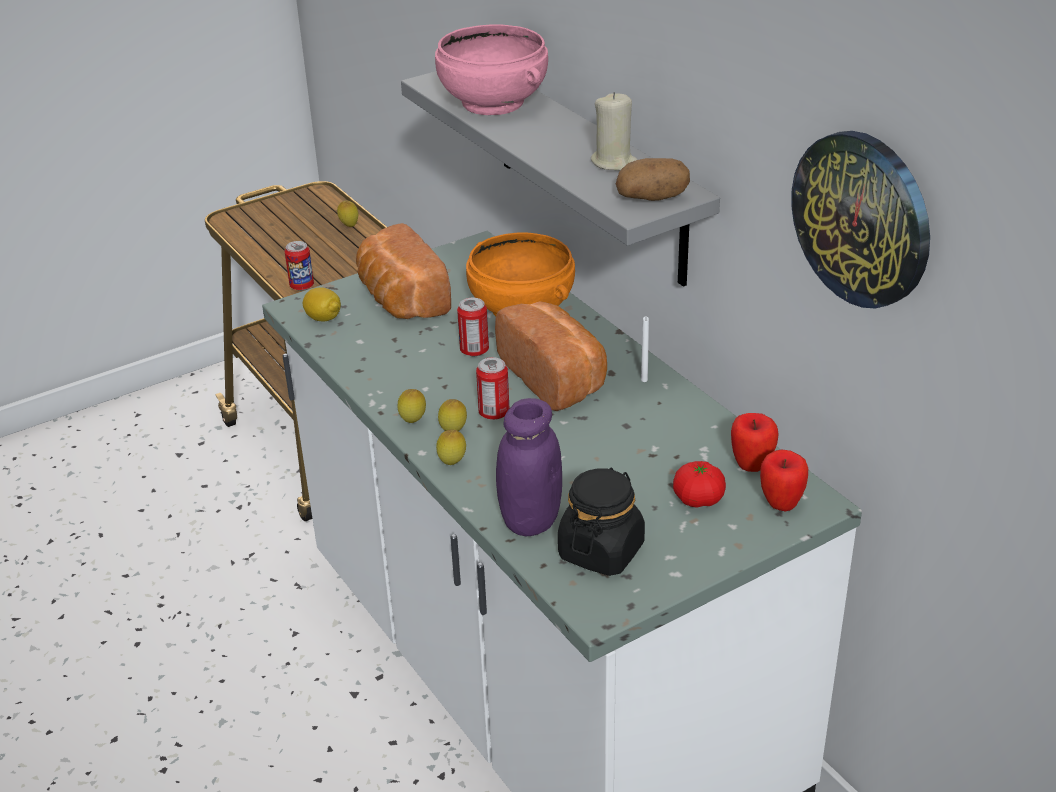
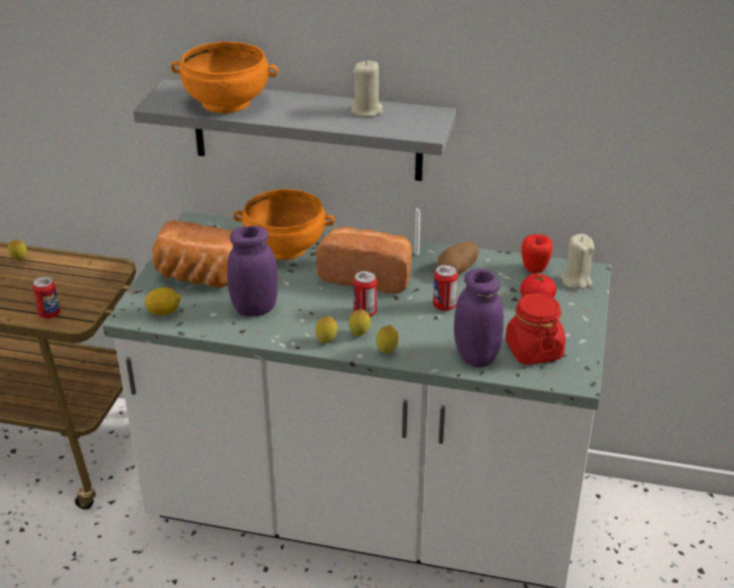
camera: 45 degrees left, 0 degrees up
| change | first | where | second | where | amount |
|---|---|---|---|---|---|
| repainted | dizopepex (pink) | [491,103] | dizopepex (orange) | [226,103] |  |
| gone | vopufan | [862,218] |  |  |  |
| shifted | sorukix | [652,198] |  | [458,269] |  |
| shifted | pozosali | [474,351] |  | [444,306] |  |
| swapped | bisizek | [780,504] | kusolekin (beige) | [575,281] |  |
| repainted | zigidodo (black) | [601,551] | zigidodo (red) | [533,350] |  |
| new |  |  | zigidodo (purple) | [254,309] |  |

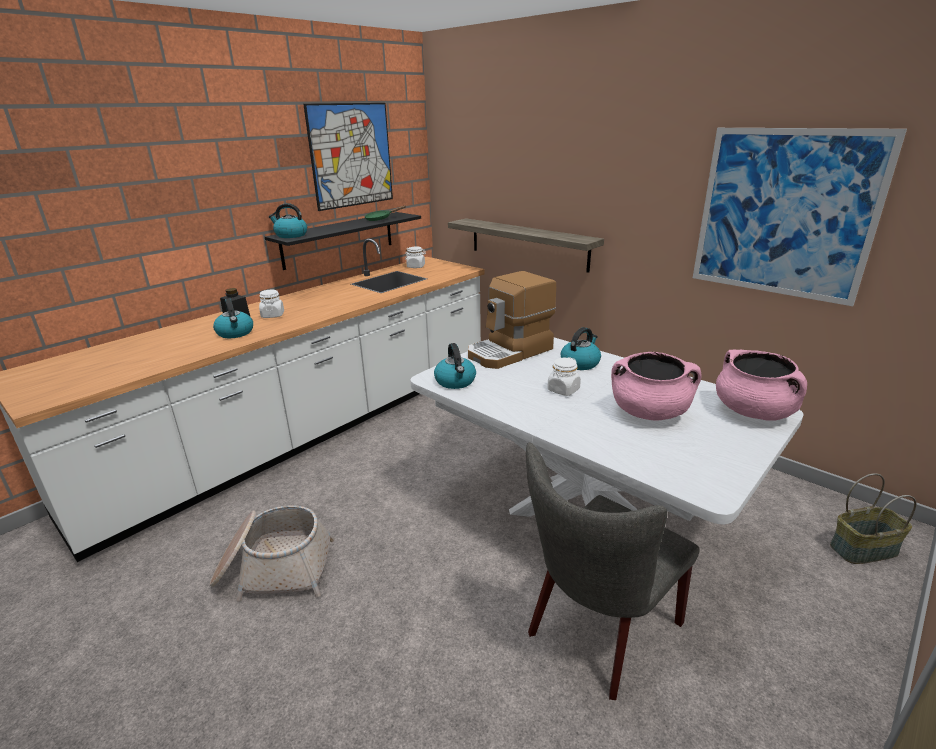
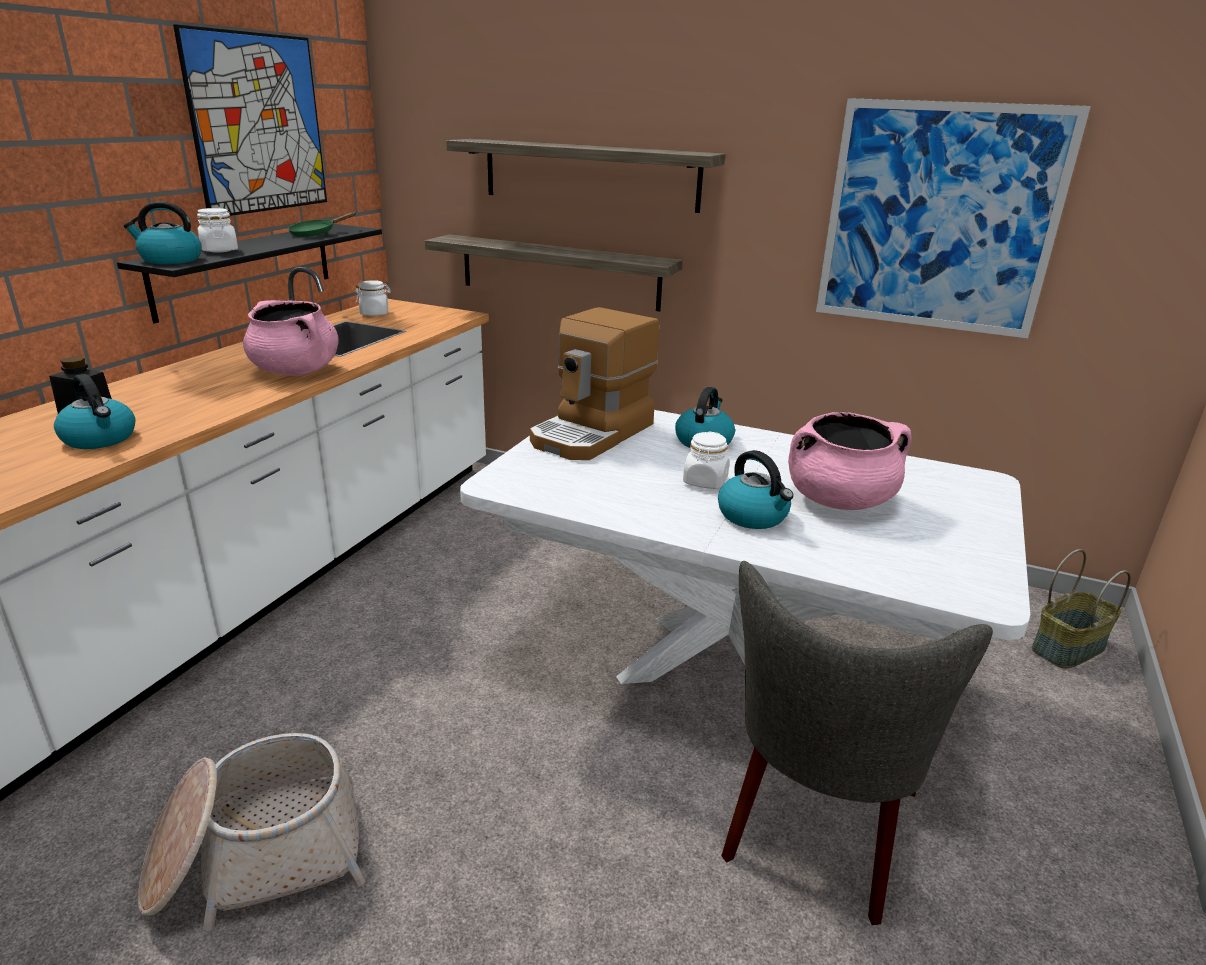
camera: 20 degrees left, 0 degrees up
| change | first | where | second | where | amount |
|---|---|---|---|---|---|
| shifted | zigidodo (white) | [273,315] |  | [219,250] |  |
| shifted | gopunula | [455,381] |  | [753,516] |  |
| shifted | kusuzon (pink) | [753,412] |  | [296,372] |  |
| new |  |  | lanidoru | [589,174] |  |

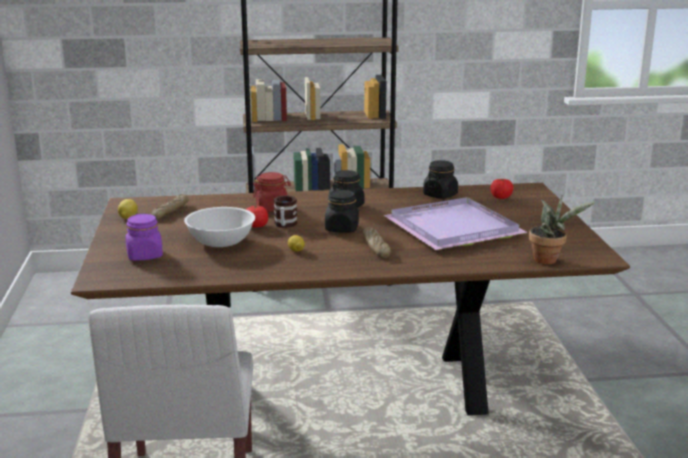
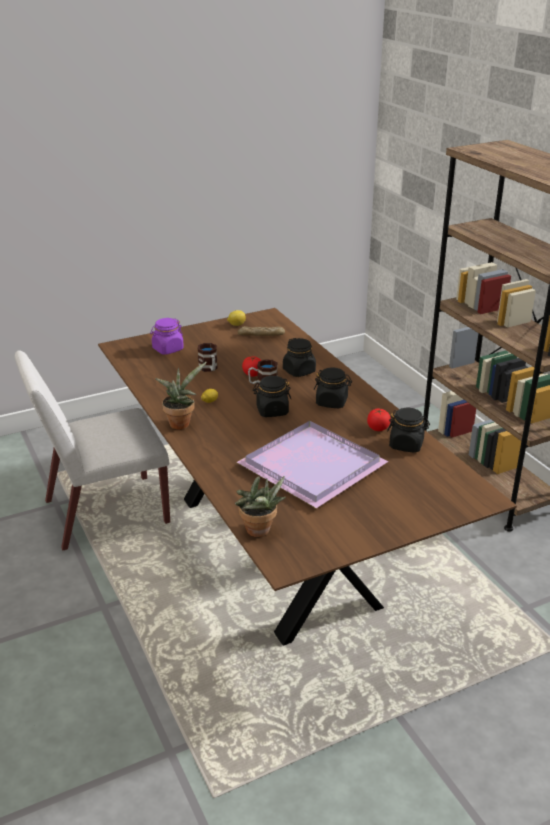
camera: 70 degrees right, 10 degrees up
| change | first | where | second | where | amount |
|---|---|---|---|---|---|
| repainted | zigidodo (red) | [272,208] | zigidodo (black) | [299,371] |  |
| shifted | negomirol | [501,197] |  | [378,428] |  |
| swapped | dizopepex (white) | [221,242] | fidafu | [209,369] |  |
| gone | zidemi | [376,247] |  |  |  |
| new |  |  | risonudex | [181,423] |  |

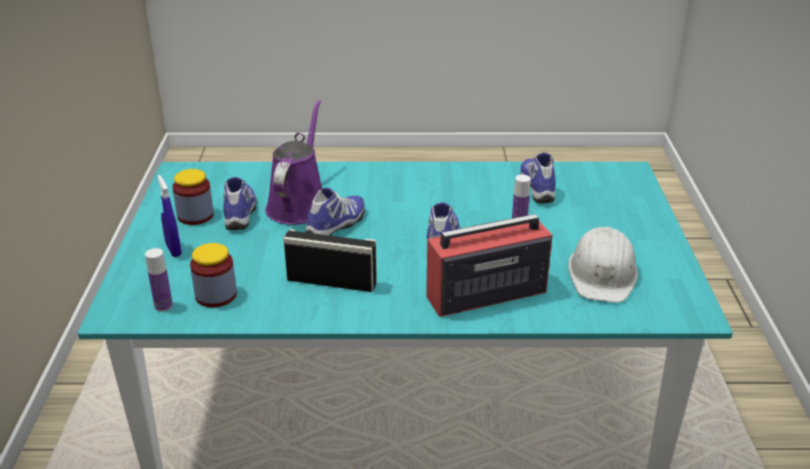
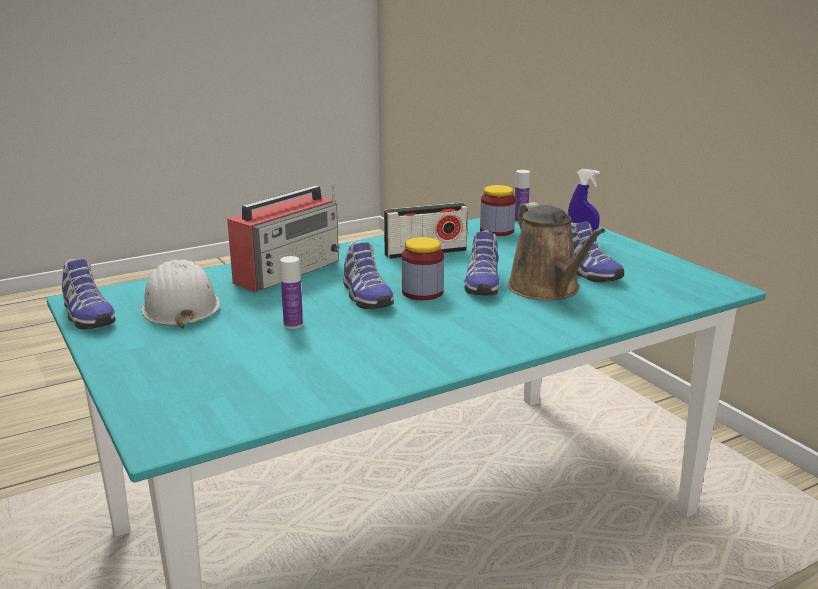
camera: 150 degrees right, 10 degrees down
| change | first | where | second | where | amount |
|---|---|---|---|---|---|
| repainted | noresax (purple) | [299,205] | noresax (brown) | [547,289] |  |
| shifted | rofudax | [539,187] |  | [86,316] |  |
| shifted | zigidodo | [195,216] |  | [422,292] |  |

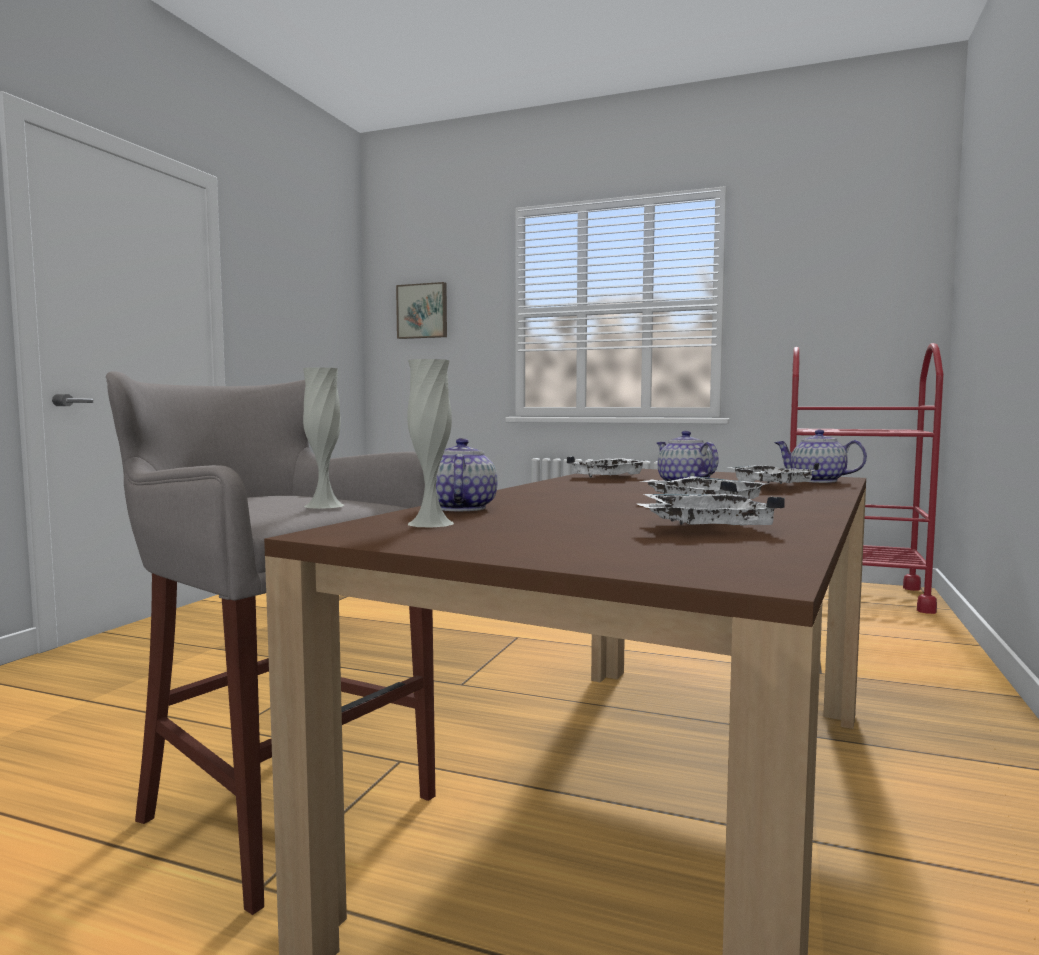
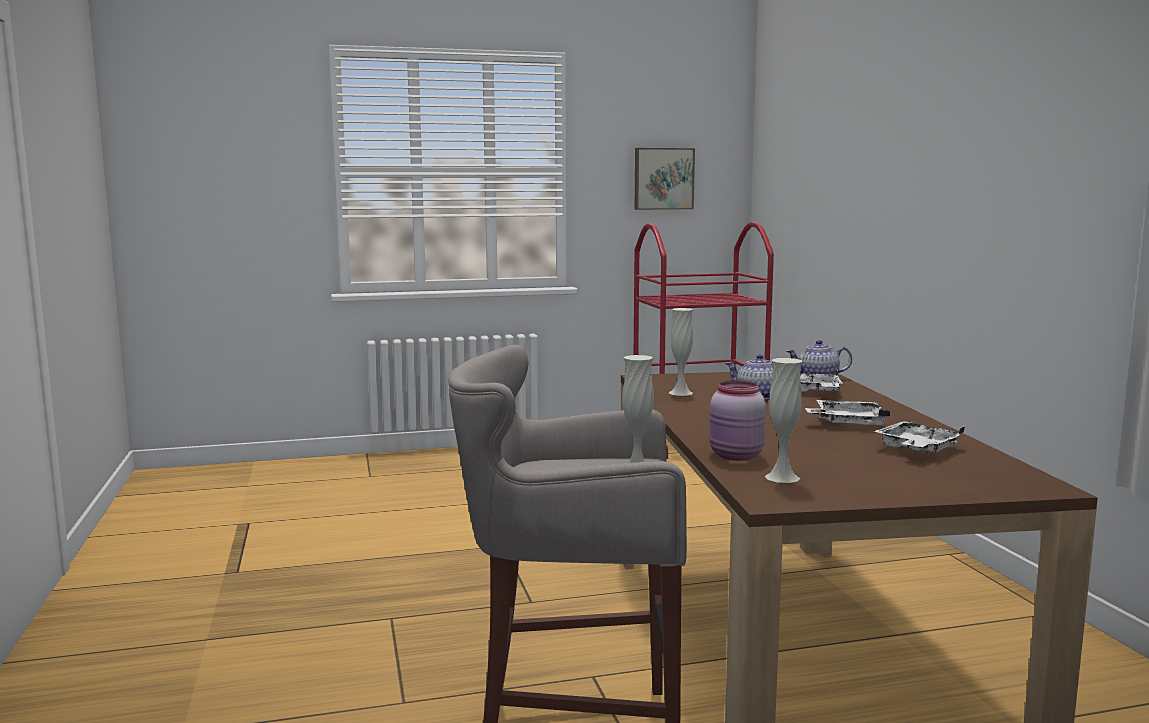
camera: 35 degrees left, 5 degrees up
| change | first | where | second | where | amount |
|---|---|---|---|---|---|
| shifted | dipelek | [423,311] |  | [663,179] |  |
| swapped | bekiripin | [460,508] | zigidodo (pink) | [736,456] |  |
| swapped | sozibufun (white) | [610,477] | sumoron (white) | [680,393] |  |

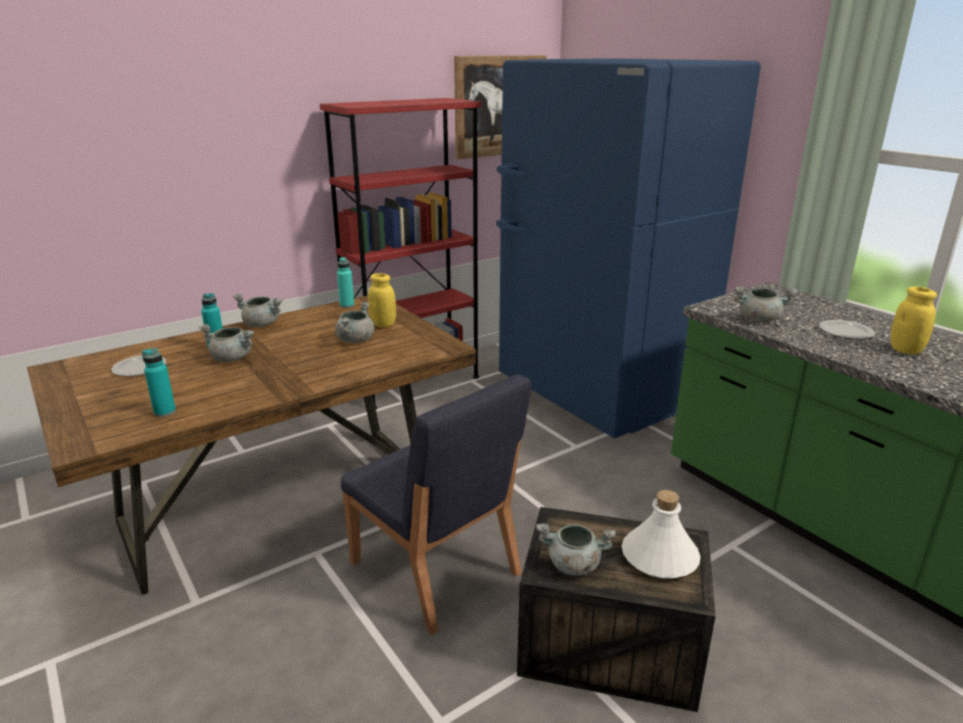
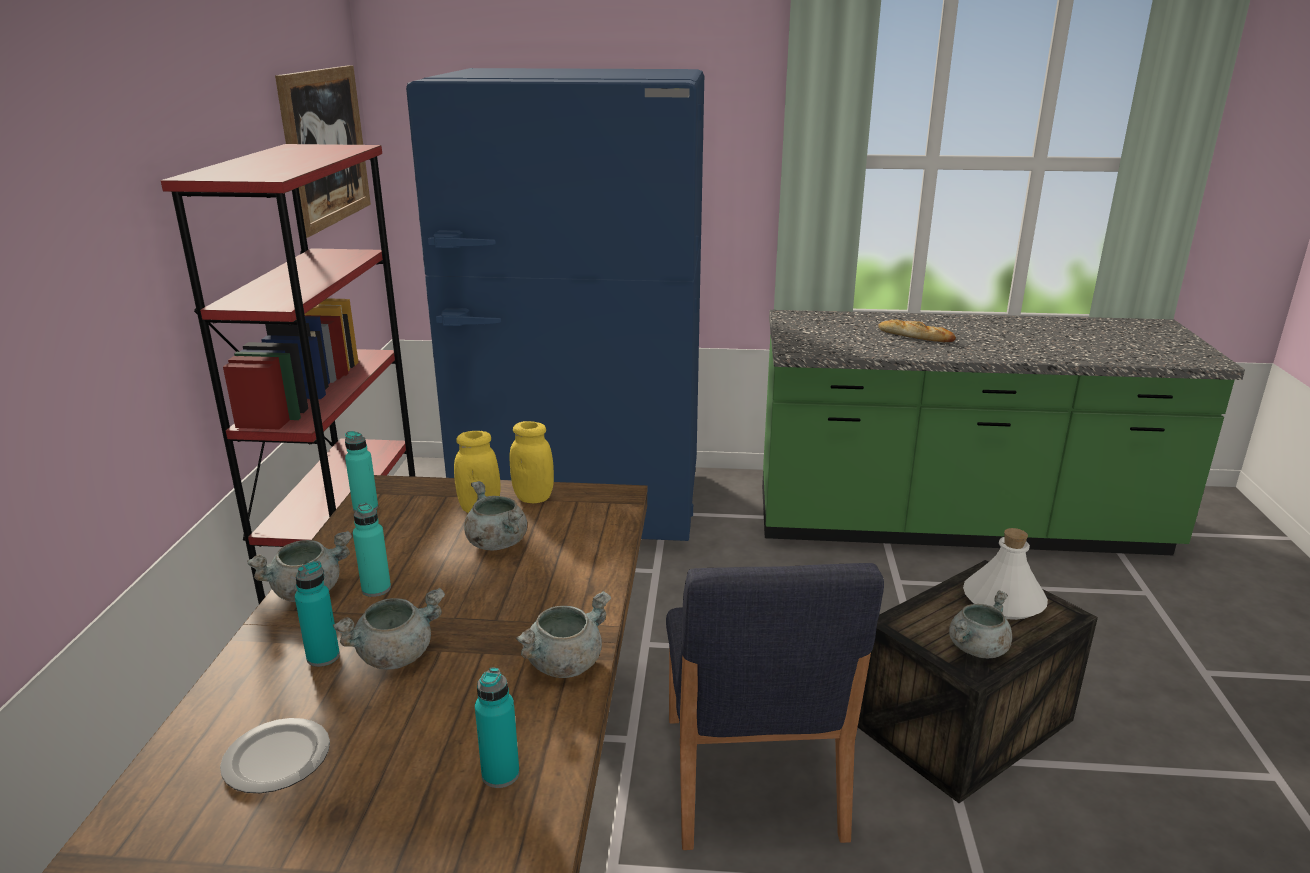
camera: 50 degrees left, 0 degrees up
| change | first | where | second | where | amount |
|---|---|---|---|---|---|
| shifted | kusuzon (grey) | [759,319] |  | [564,663] |  |
| shifted | zigidodo (yellow) | [905,350] |  | [533,497] |  |
| swapped | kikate | [845,332] | zidemi | [915,336] |  |
| rotated | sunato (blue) | [435,569] |  | [751,777] | 90 degrees clockwise |
| new |  |  | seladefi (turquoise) | [376,589] |  |

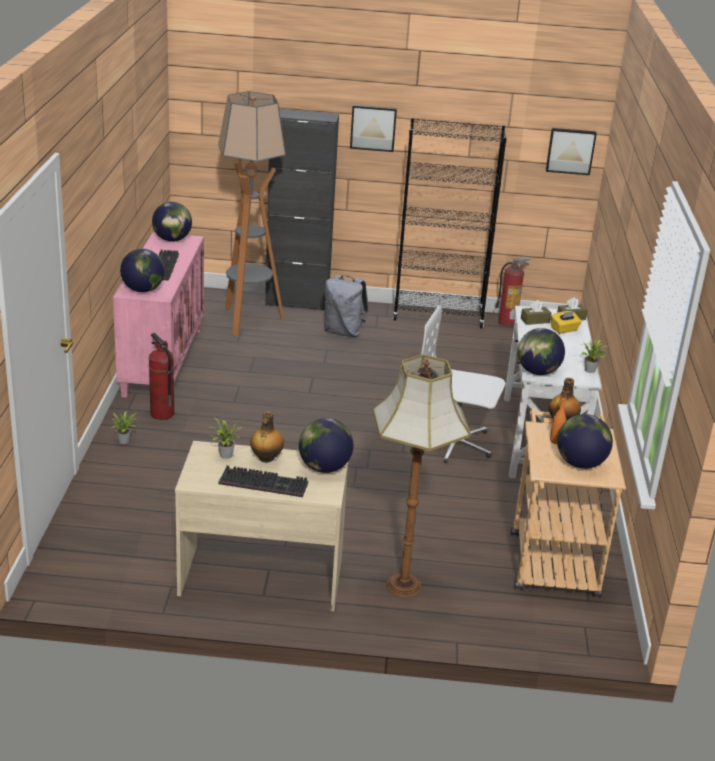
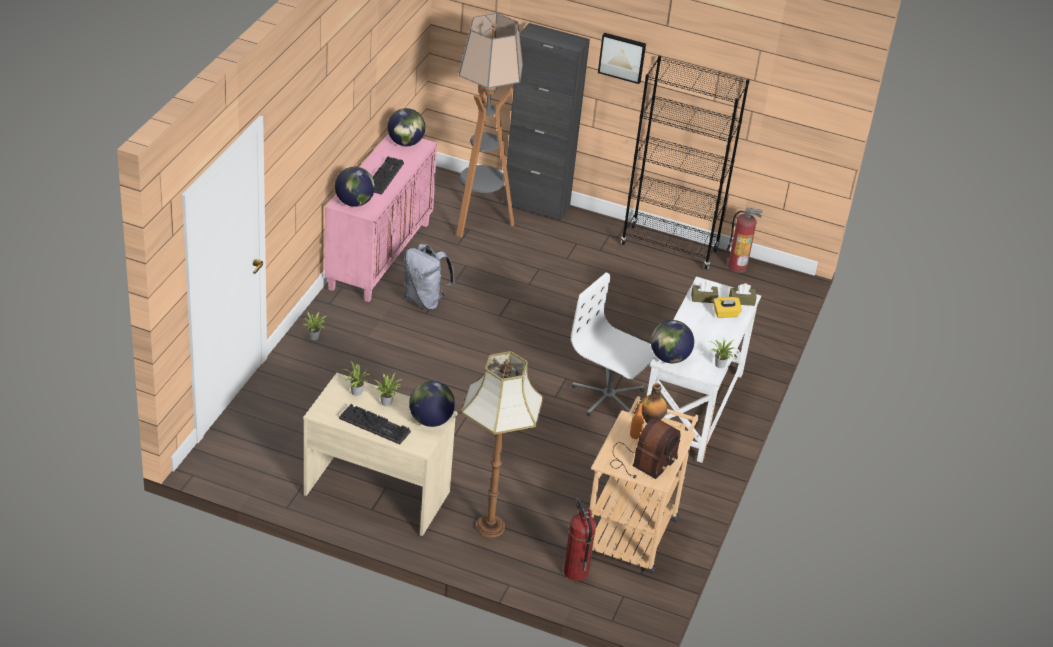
camera: 15 degrees right, 10 degrees up
| change | first | where | second | where | amount |
|---|---|---|---|---|---|
| gone | dipelek | [570,150] |  |  |  |
| shifted | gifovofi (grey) | [343,332] |  | [425,300] |  |
| shifted | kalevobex | [162,414] |  | [576,572] |  |
| swapped | seladefi | [266,458] | risonudex | [387,402] |  |
| swapped | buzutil | [580,463] | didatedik | [642,462] |  |

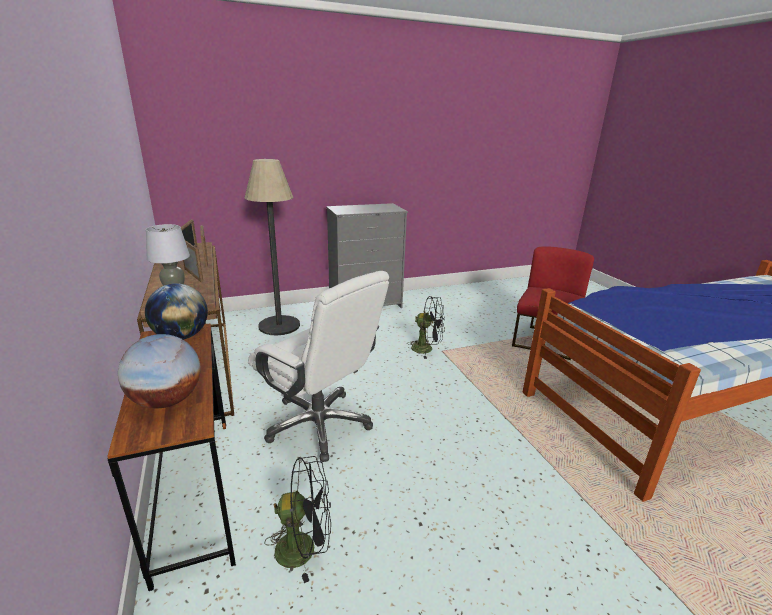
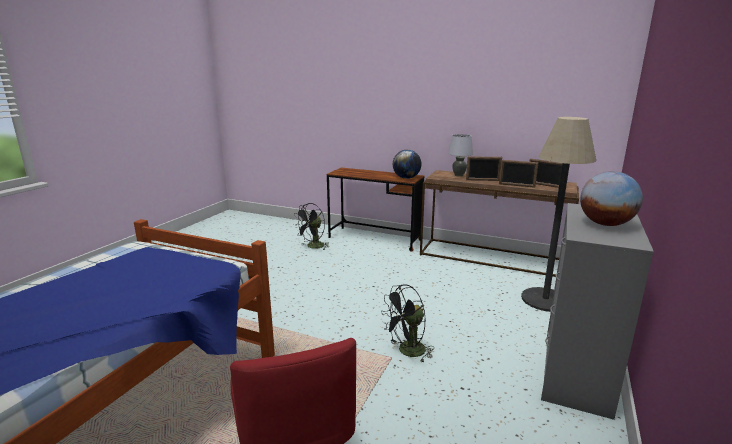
camera: 135 degrees right, 5 degrees down
| change | first | where | second | where | amount |
|---|---|---|---|---|---|
| gone | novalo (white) | [319,424] |  |  |  |
| shifted | buzutil | [167,401] |  | [605,224] |  |

